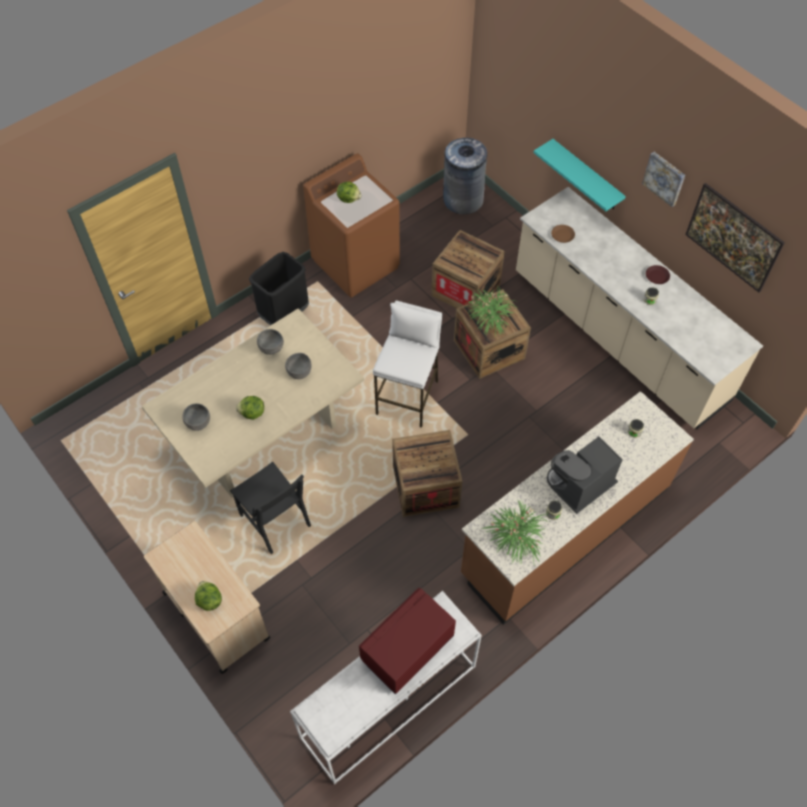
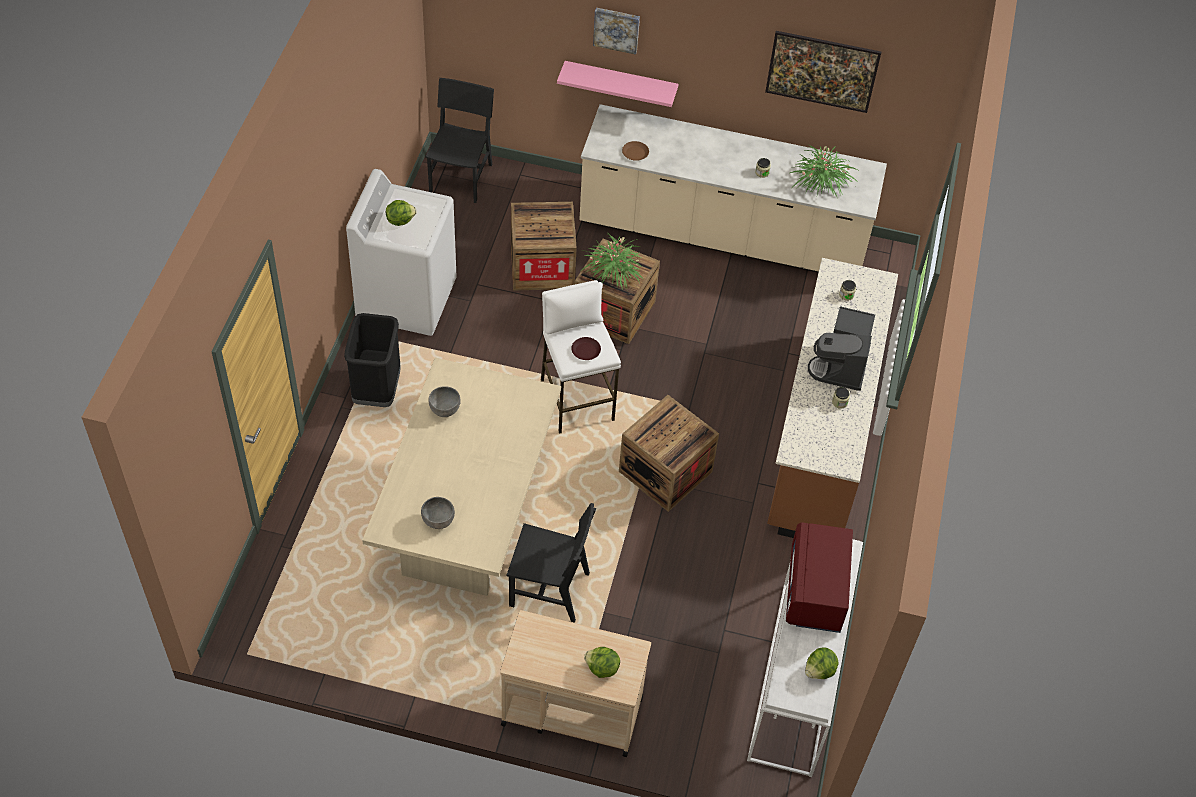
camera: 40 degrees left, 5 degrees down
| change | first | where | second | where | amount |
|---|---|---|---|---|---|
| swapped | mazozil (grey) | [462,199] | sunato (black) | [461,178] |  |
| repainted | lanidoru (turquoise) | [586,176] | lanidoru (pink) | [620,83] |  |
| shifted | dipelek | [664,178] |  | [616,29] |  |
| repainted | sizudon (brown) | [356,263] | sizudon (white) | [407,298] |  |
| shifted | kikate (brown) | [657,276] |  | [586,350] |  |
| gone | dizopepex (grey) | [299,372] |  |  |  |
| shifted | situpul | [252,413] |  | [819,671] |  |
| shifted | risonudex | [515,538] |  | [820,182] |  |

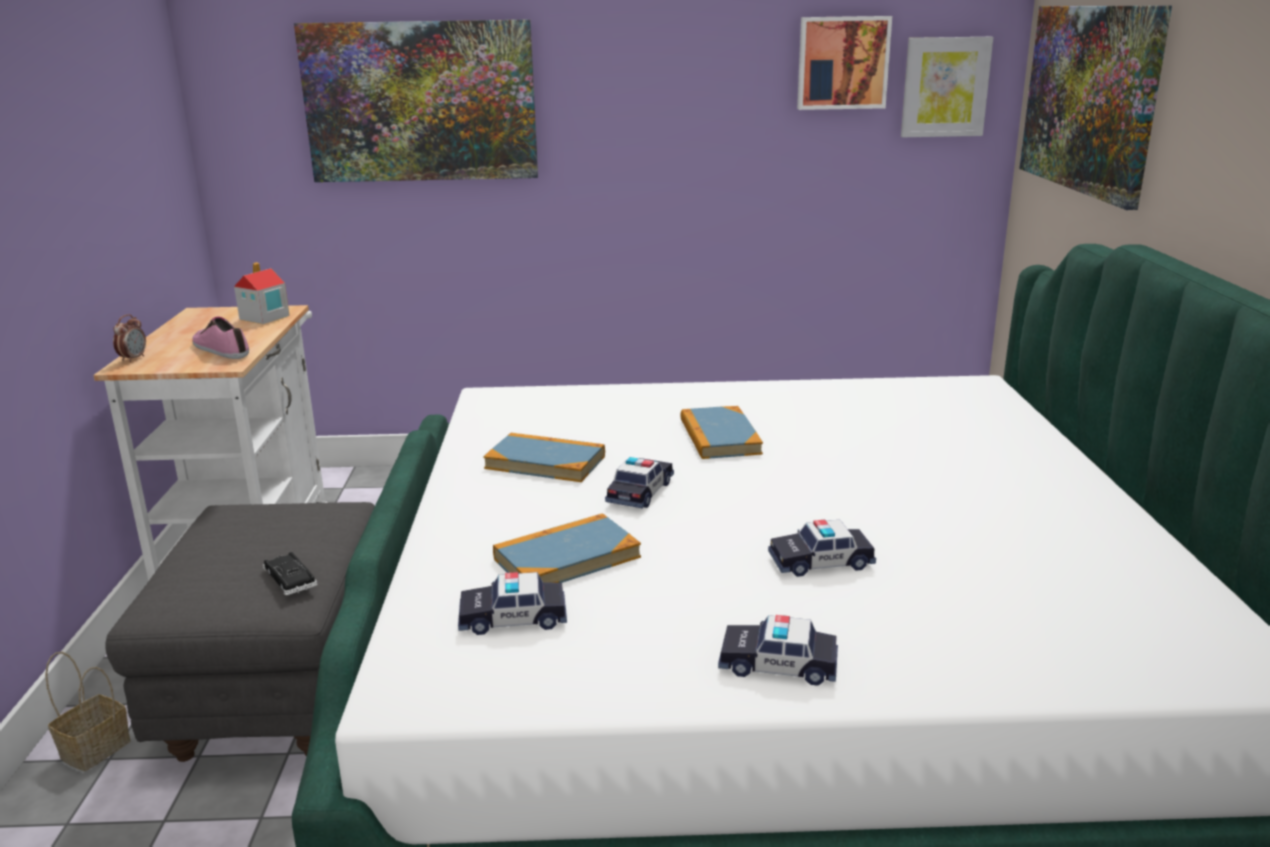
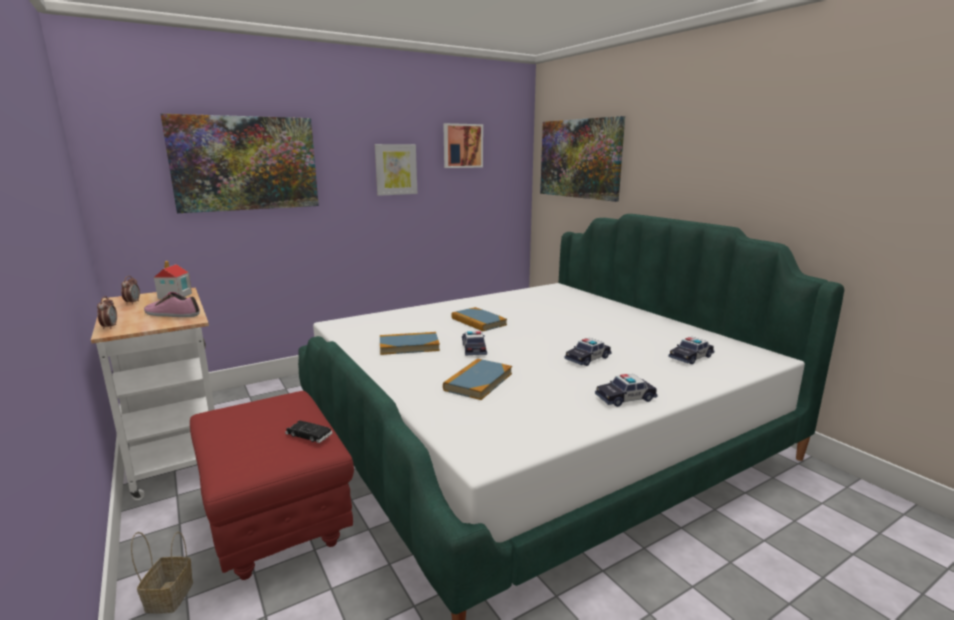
camera: 30 degrees left, 5 degrees down
| change | first | where | second | where | amount |
|---|---|---|---|---|---|
| shifted | dipelek | [945,87] |  | [395,169] |  |
| repainted | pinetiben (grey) | [280,695] | pinetiben (red) | [278,522] |  |
| shifted | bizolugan | [513,618] |  | [691,357] |  |
| new |  |  | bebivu | [132,302] |  |

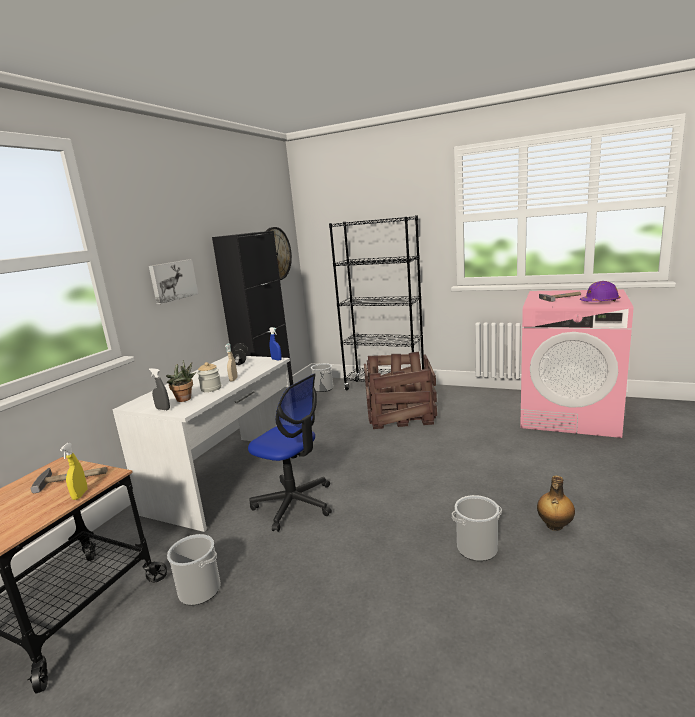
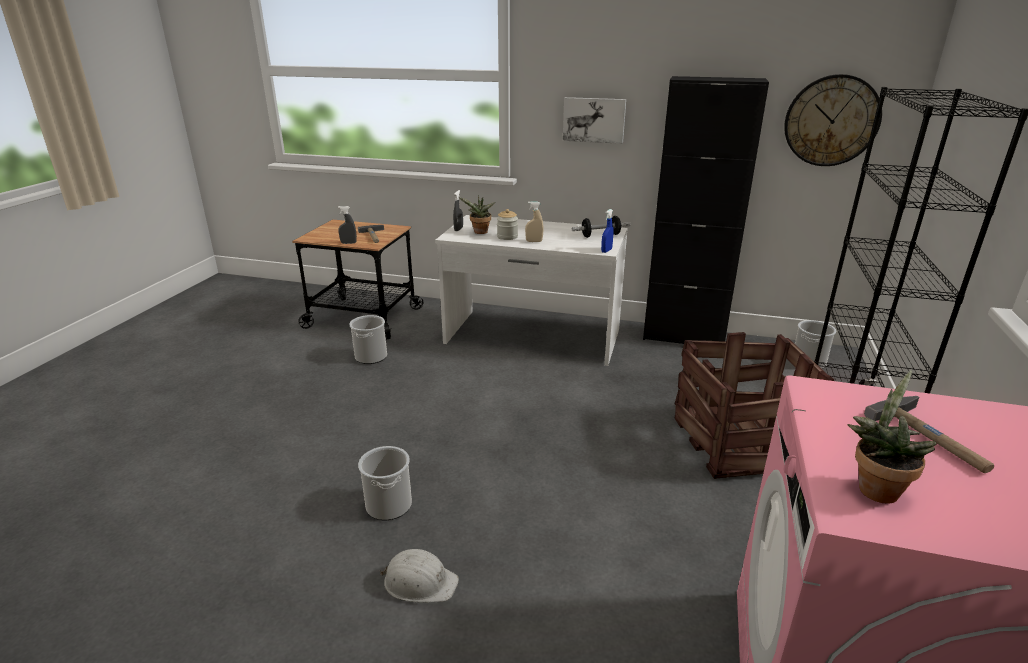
camera: 80 degrees right, 10 degrees up
| change | first | where | second | where | amount |
|---|---|---|---|---|---|
| swapped | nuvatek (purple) | [600,302] | risonudex | [875,487] |  |
| gone | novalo | [294,504] |  |  |  |
| repainted | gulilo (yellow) | [80,495] | gulilo (grey) | [348,243] |  |
| swapped | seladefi | [554,526] | nuvatek (white) | [419,582] |  |

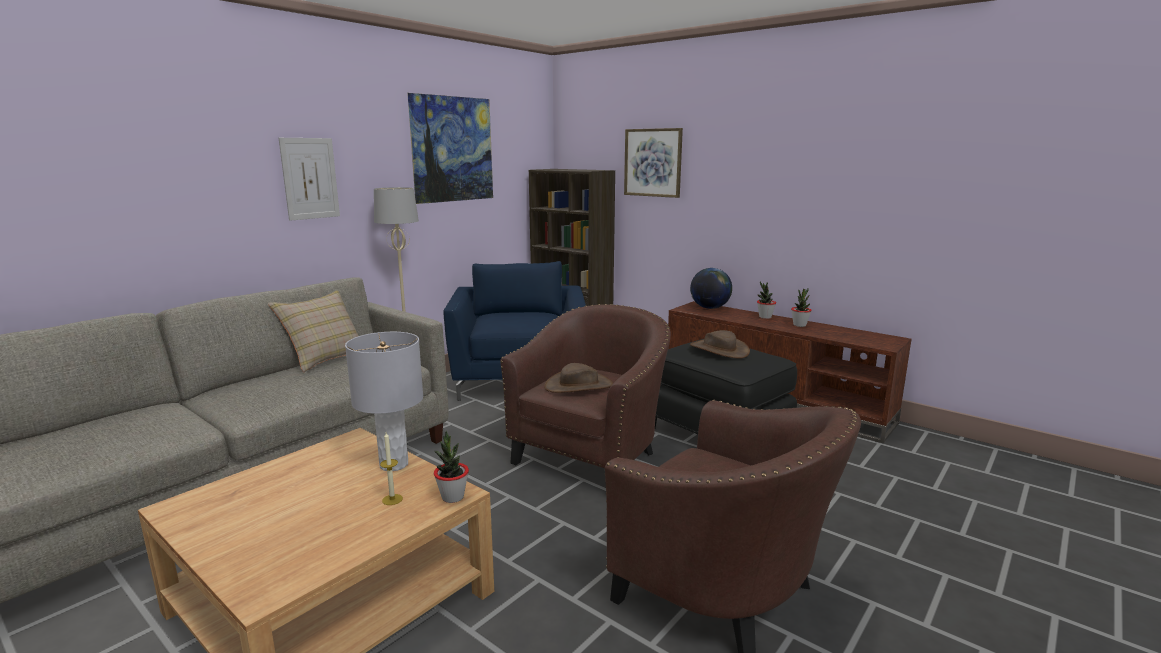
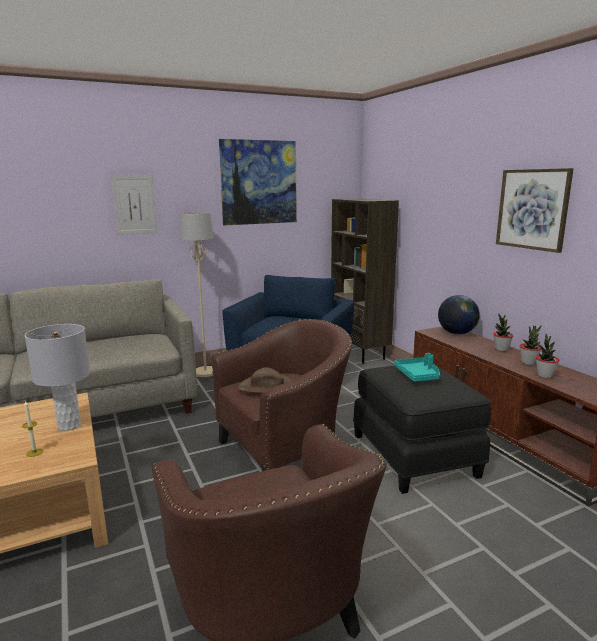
camera: 25 degrees right, 0 degrees up
| change | first | where | second | where | amount |
|---|---|---|---|---|---|
| shifted | dipelek | [653,162] |  | [532,209] |  |
| gone | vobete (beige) | [325,358] |  |  |  |
| swapped | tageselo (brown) | [719,350] | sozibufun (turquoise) | [418,375] |  |
| shifted | risonudex | [452,497] |  | [544,375] |  |

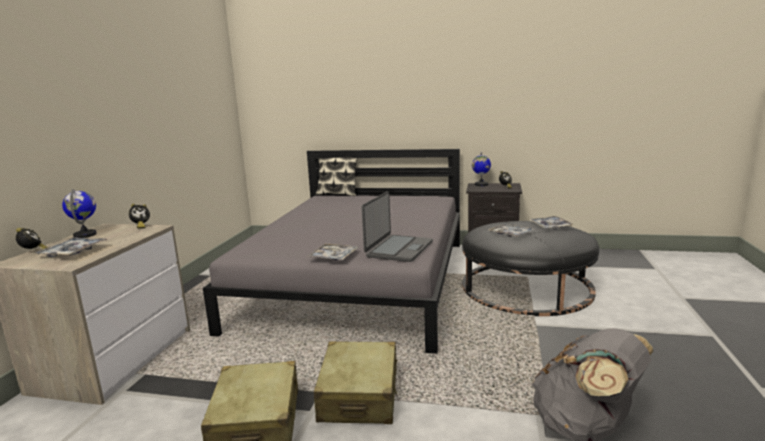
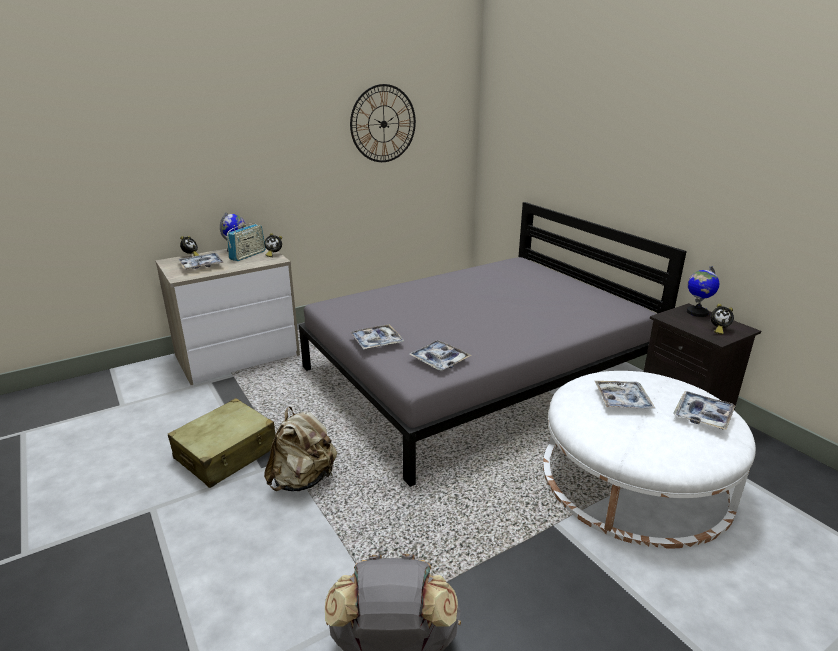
camera: 45 degrees right, 10 degrees up
| change | first | where | second | where | amount |
|---|---|---|---|---|---|
| gone | vobete | [338,194] |  |  |  |
| swapped | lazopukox | [398,249] | sozibufun | [439,360] |  |
| repainted | pinetiben (black) | [526,287] | pinetiben (white) | [635,477] |  |
| swapped | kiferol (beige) | [359,395] | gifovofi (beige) | [303,480] |  |
| new |  |  | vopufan | [383,124] |  |
| new |  |  | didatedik | [248,255] |  |

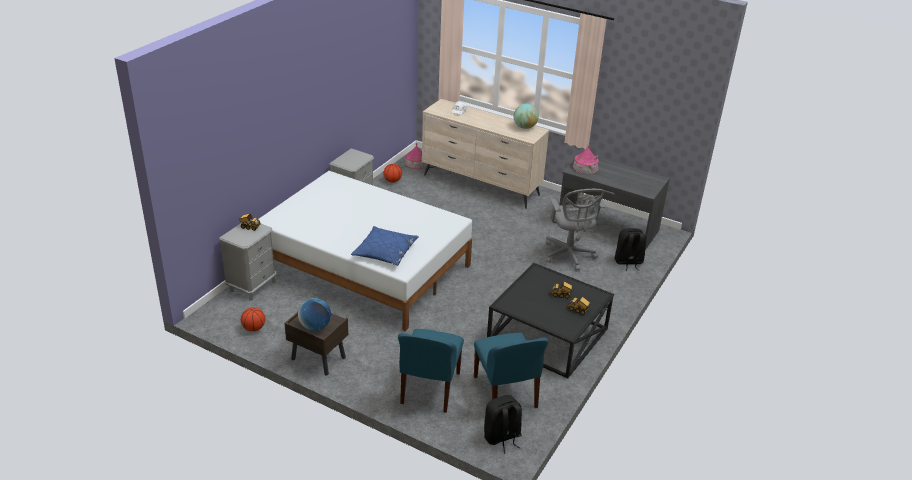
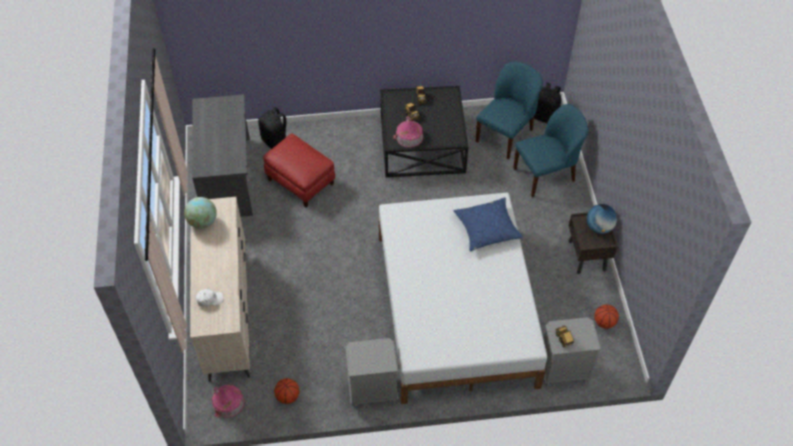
camera: 125 degrees left, 20 degrees up
| change | first | where | second | where | amount |
|---|---|---|---|---|---|
| shifted | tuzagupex | [585,167] |  | [409,136] |  |
| swapped | novalo (grey) | [569,256] | pinetiben (red) | [301,181] |  |

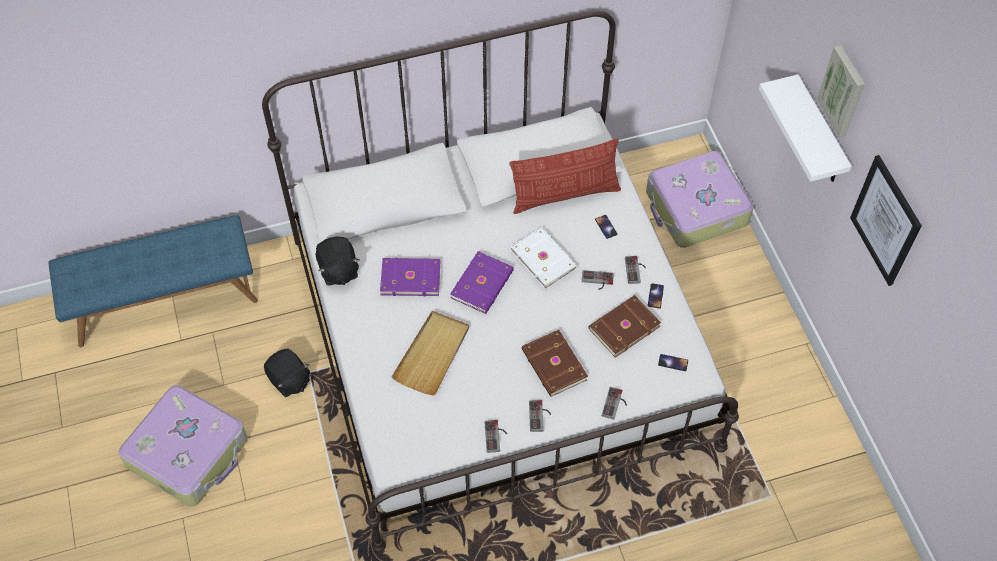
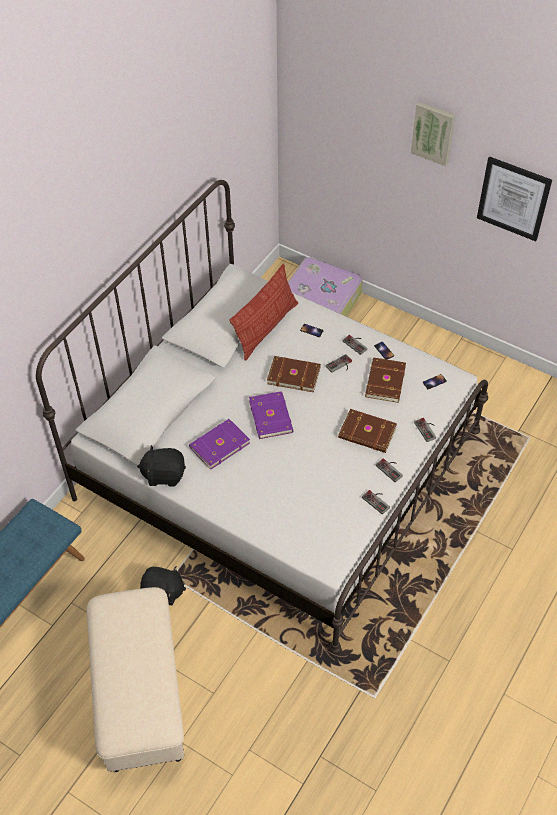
camera: 40 degrees left, 5 degrees down
| change | first | where | second | where | amount |
|---|---|---|---|---|---|
| gone | lanidoru (white) | [819,133] |  |  |  |
| repainted | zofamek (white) | [544,258] | zofamek (brown) | [293,374] |  |
| rotated | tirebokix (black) | [338,270] |  | [164,474] | 150 degrees clockwise |
| gone | sozibufun (beige) | [432,354] |  |  |  |
| swapped | kiferol | [189,452] | pinetiben (beige) | [139,694] |  |

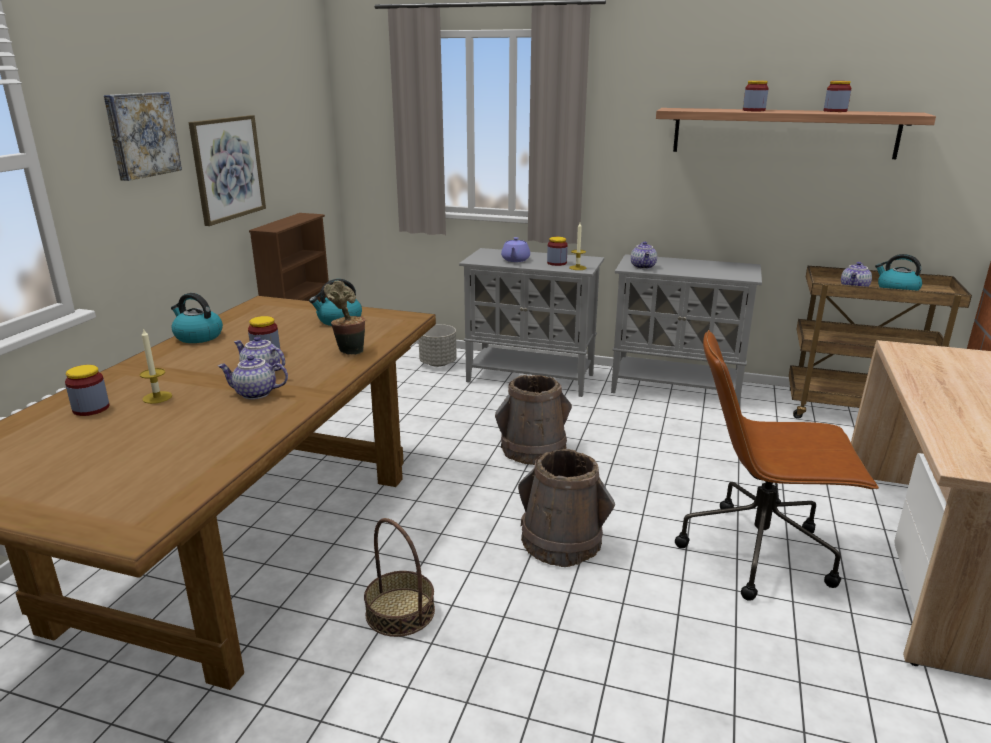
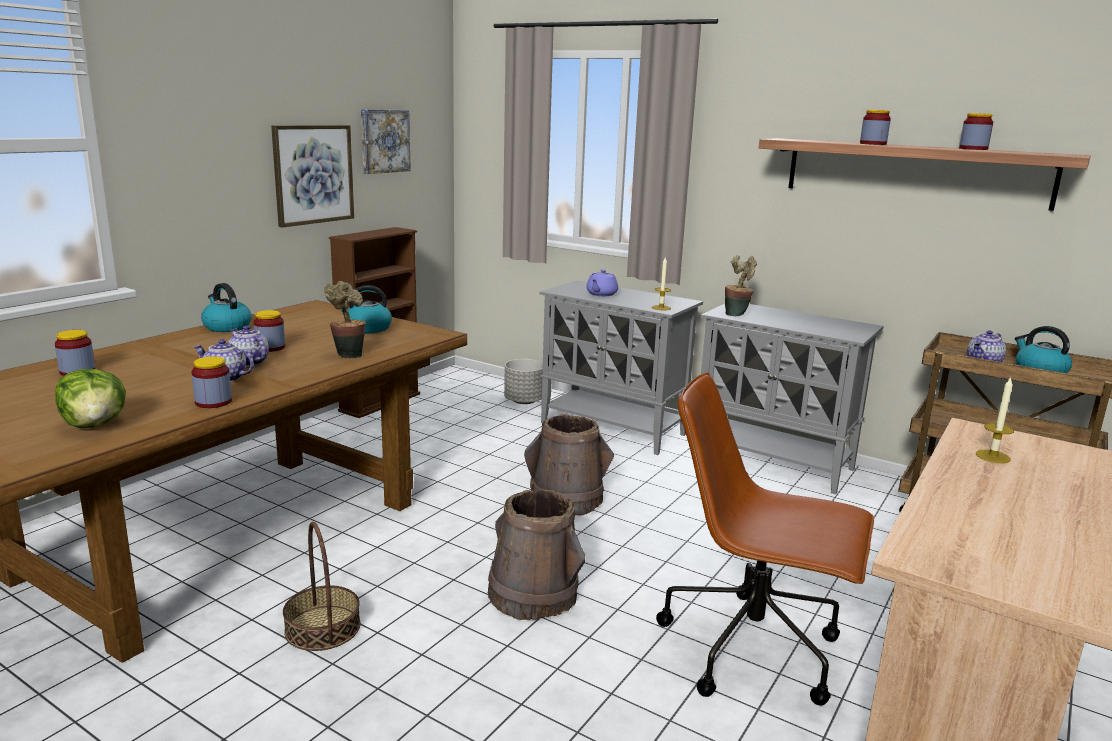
camera: 15 degrees right, 5 degrees down
| change | first | where | second | where | amount |
|---|---|---|---|---|---|
| shifted | dipelek | [141,135] |  | [383,141] |  |
| shifted | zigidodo | [556,263] |  | [213,402] |  |
| swapped | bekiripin | [643,267] | risonudex | [737,314] |  |
| shifted | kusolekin | [157,397] |  | [992,456] |  |
| new |  |  | situpul | [95,425] |  |

